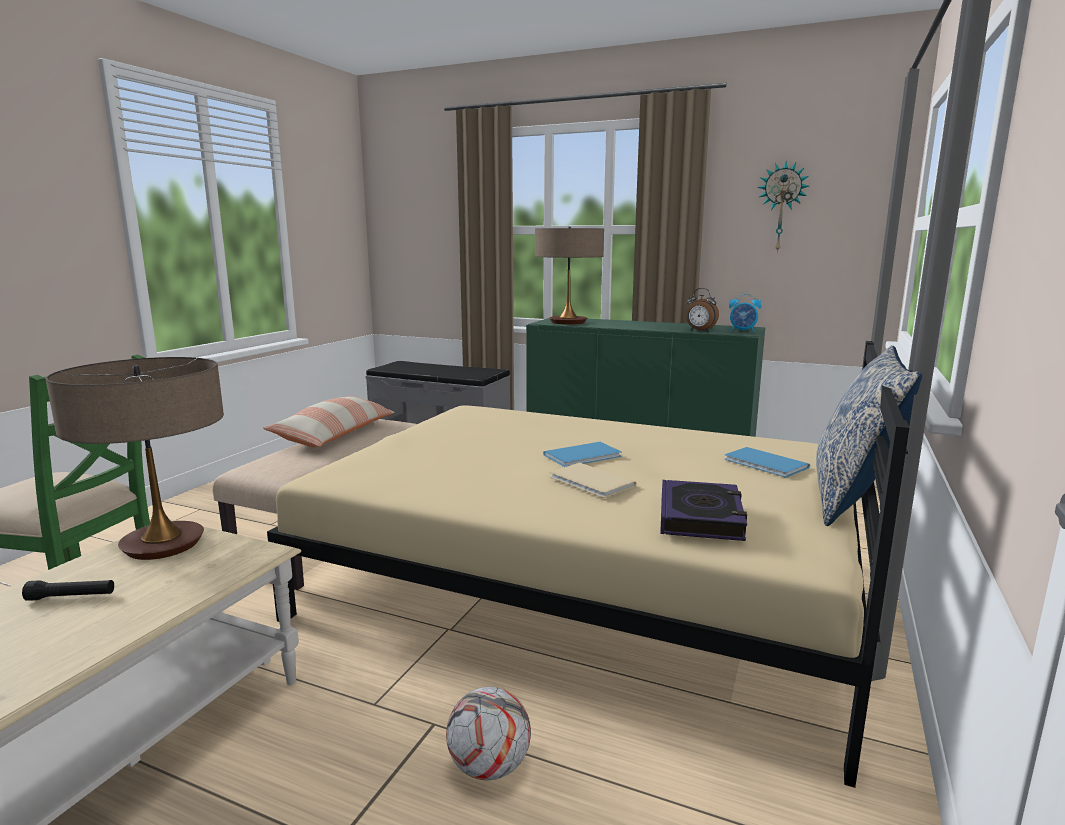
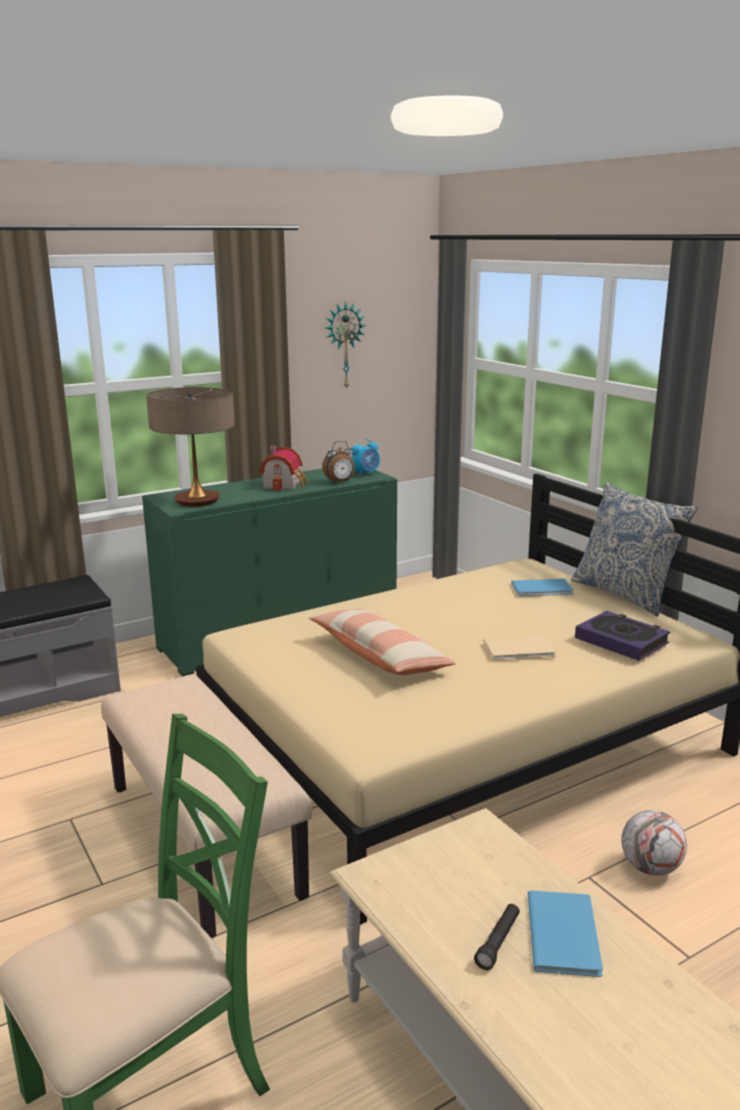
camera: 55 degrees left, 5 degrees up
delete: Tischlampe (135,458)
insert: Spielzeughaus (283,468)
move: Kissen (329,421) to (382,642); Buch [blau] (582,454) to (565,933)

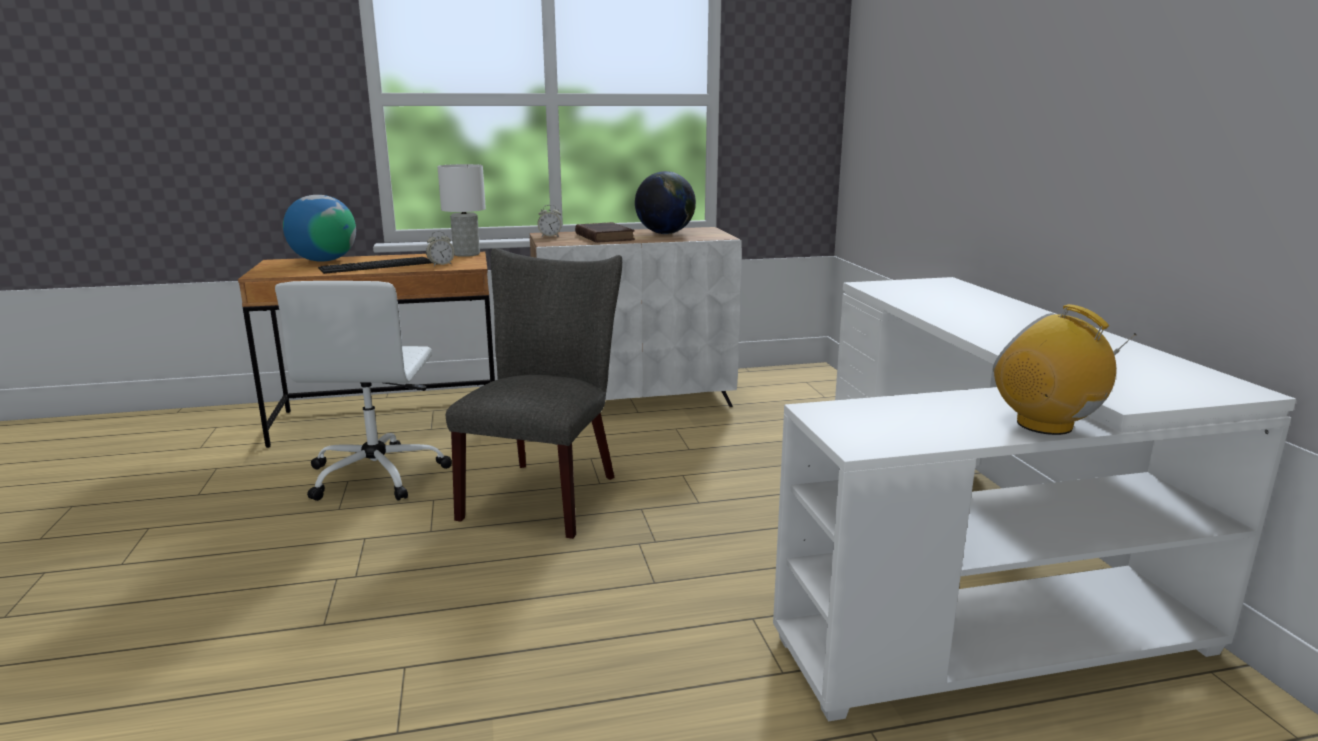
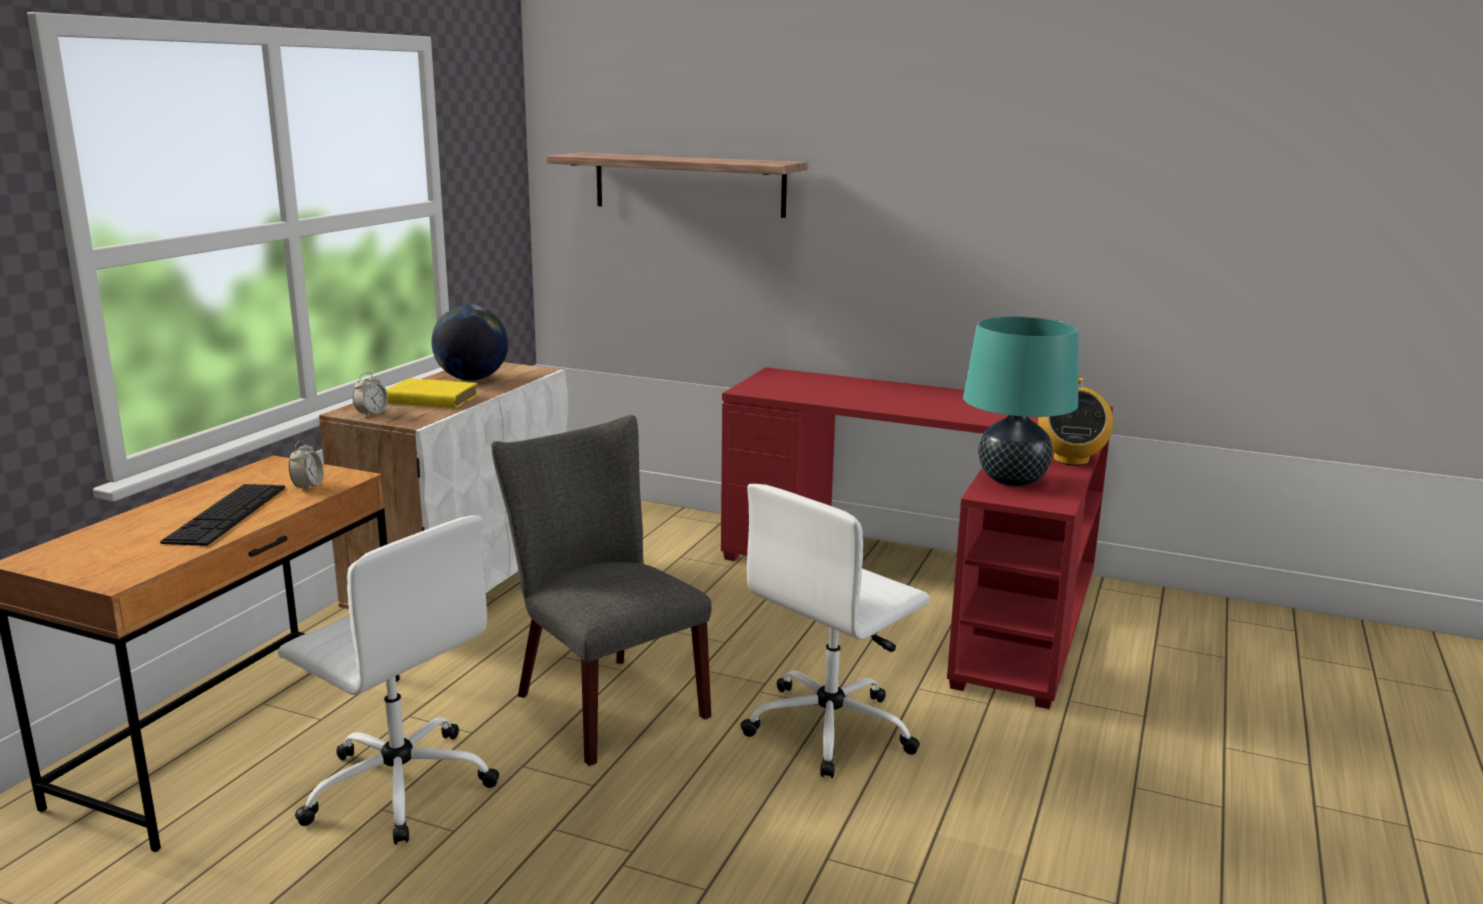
camera: 55 degrees left, 0 degrees up
delete: Globus (319,228); Tischlampe [weiß] (461,210)
insert: Wandregal (676,185); Bürostuhl [weiß] (835,631); Tischlampe [türkis] (1020,401)
recolor: Buch [braun] (605,232) to Buch [gelb] (432,393); Schreibtisch [weiß] (1034,499) to Schreibtisch [rot] (917,538)
rotate: Radio (1064,369) = (1075,422) 75 degrees counterclockwise

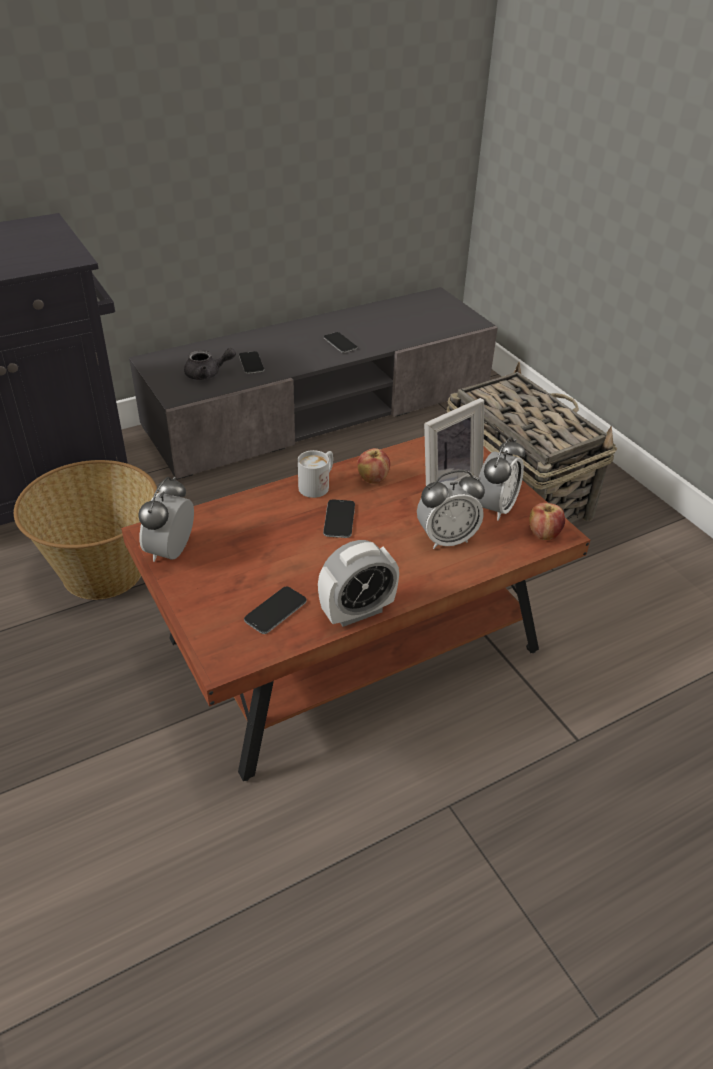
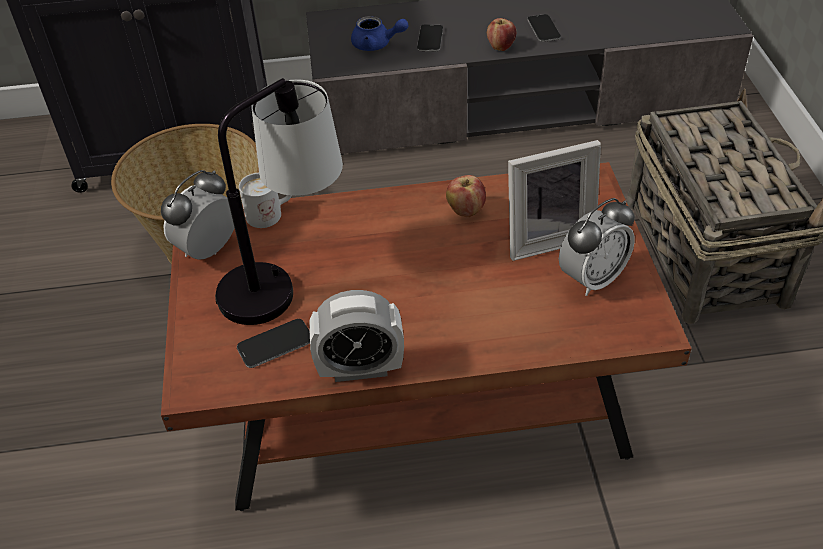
camera: 25 degrees right, 5 degrees up
delete: Handy (339,519); Wecker (451,509)
insert: Tischlampe (279,201)
move: Henkelbecher [weiß] (315,474) to (265,200); Apfel (547,521) to (501,34)
recolor: Teekanne [grau] (210,364) to Teekanne [blau] (379,33)

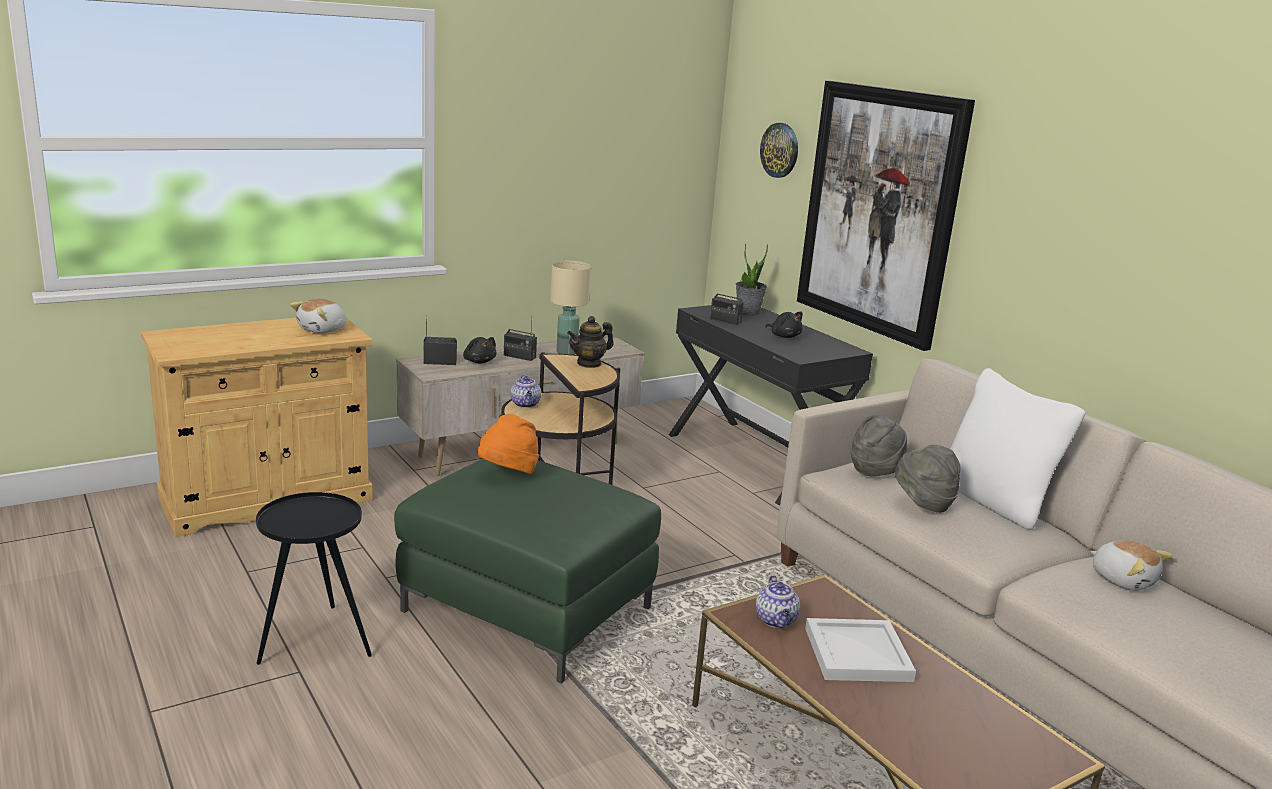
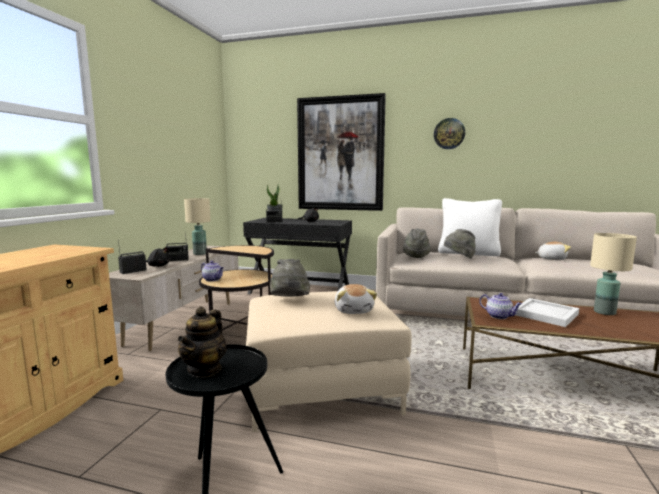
camera: 40 degrees left, 10 degrees down
insert: Tischlampe [beige] (613,274)
move: Plüschtier (318,316) to (356,299); Teekanne (590,342) to (202,342); Wanduhr (779,150) to (449,133)
recolor: Polsterhocker [grün] (527,571) to Polsterhocker [beige] (329,361); Hut [orange] (508,444) to Hut [grau] (290,277)

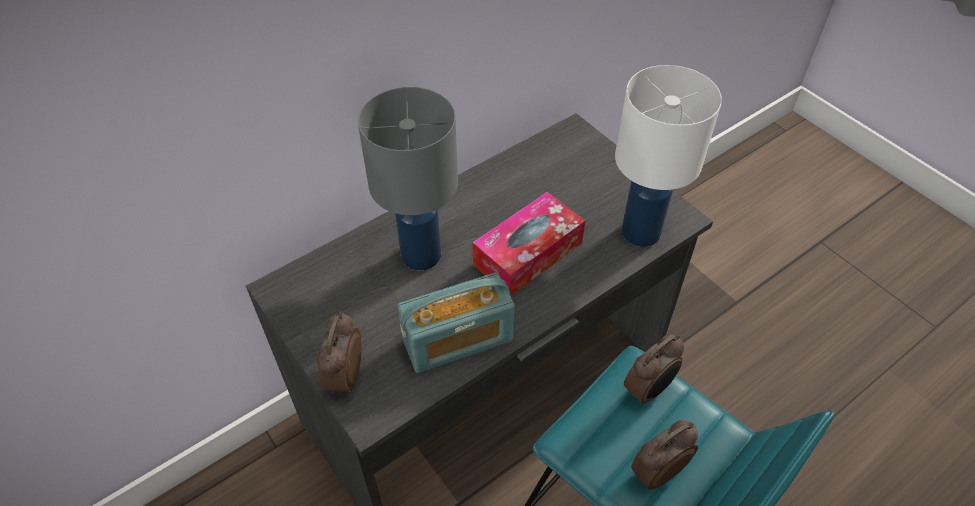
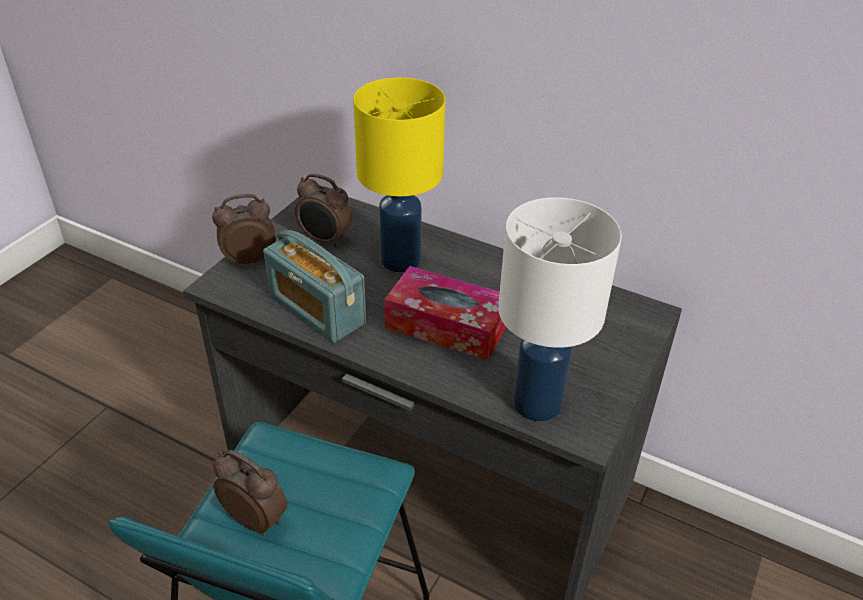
camera: 65 degrees right, 10 degrees down
move: Wecker (654,370) to (323,211)
recolor: Tischlampe [grau] (408,178) to Tischlampe [gelb] (399,174)

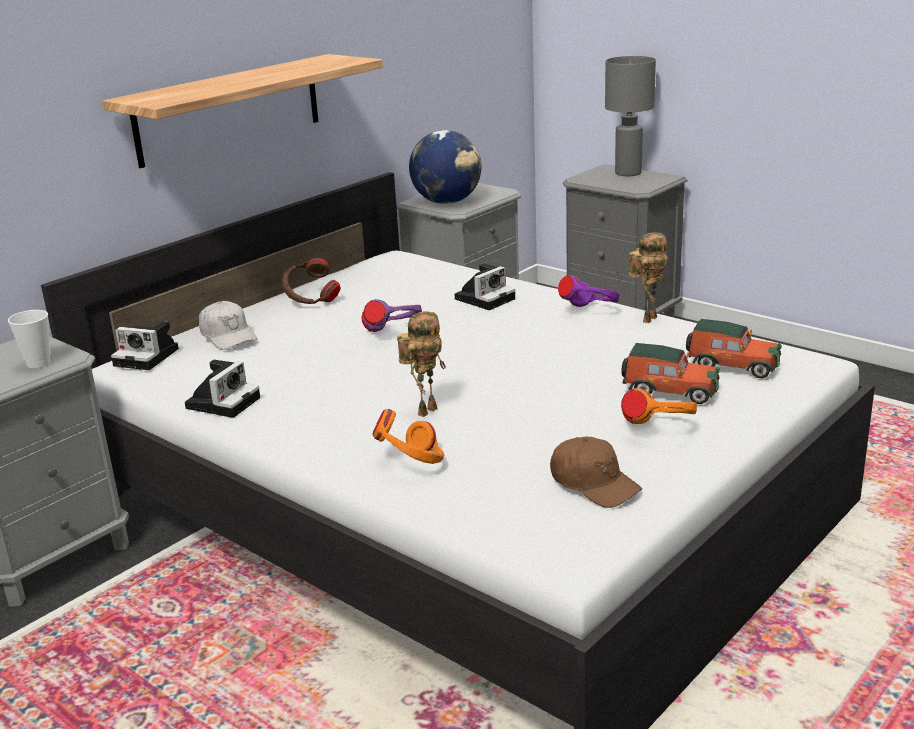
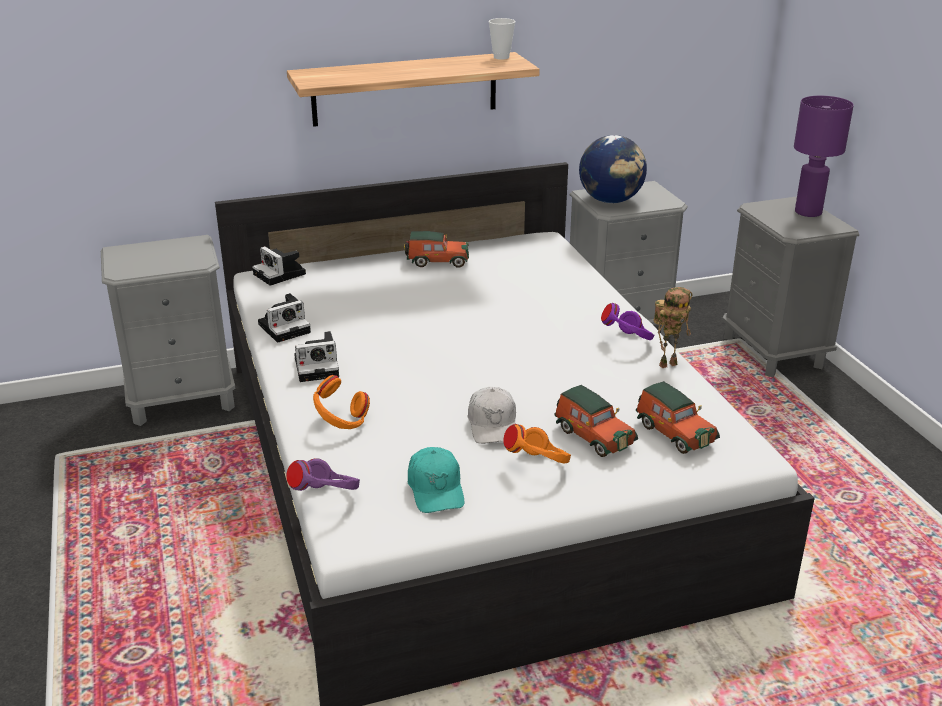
camera: 30 degrees right, 5 degrees up
delete: Spielzeugroboter (421,364)
move: Tasse (29,339) to (502,39); Kappe [weiß] (228,325) to (492,415); Kopfhörer [lila] (392,315) to (323,474); Kamera (485,286) to (316,356)
replace: Kopfhörer [braun] (311,281) to Spielzeugauto (436,249)
recolor: Kappe [braun] (596,472) to Kappe [türkis] (436,480); Tischlampe [grau] (630,116) to Tischlampe [lila] (824,156)

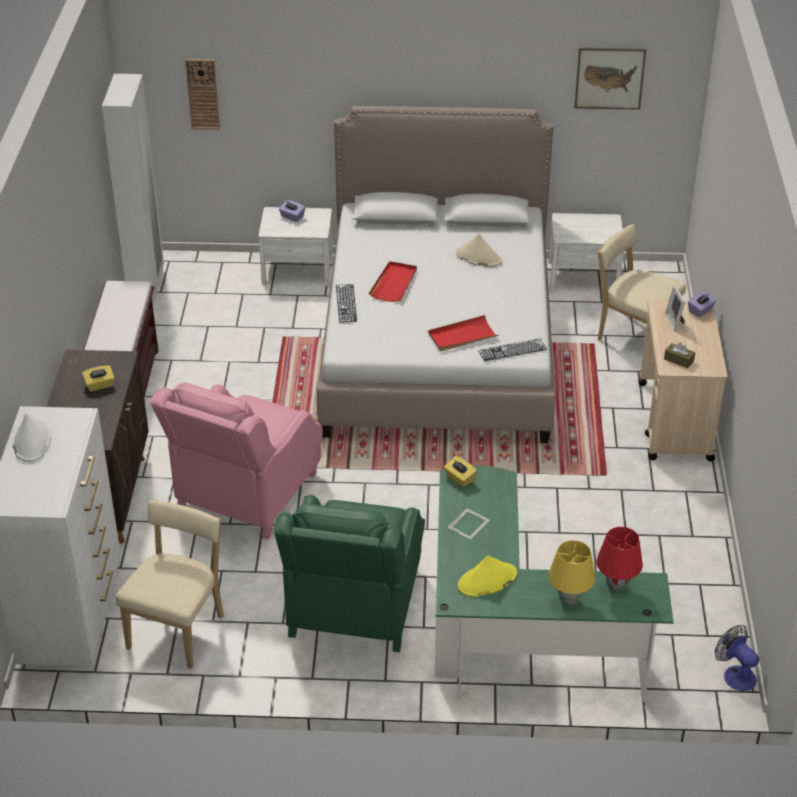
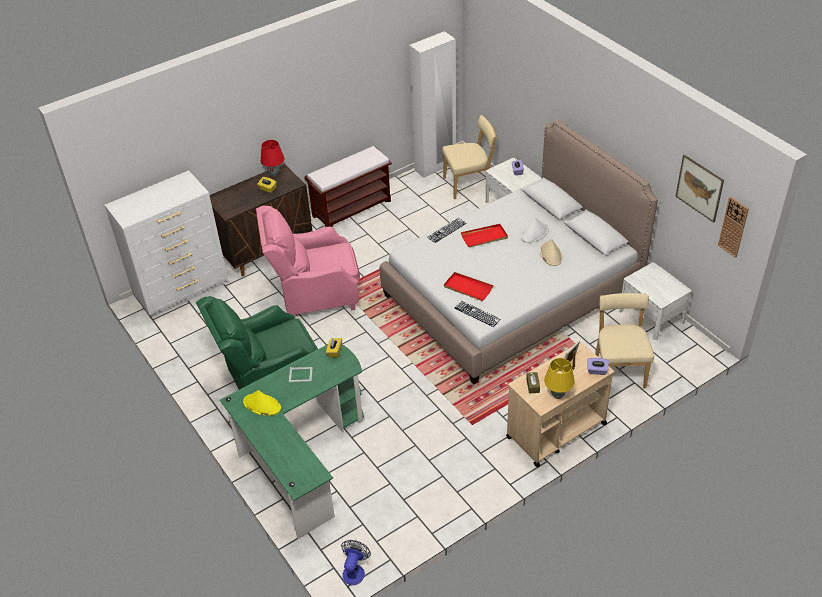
camera: 55 degrees right, 5 degrees up
move: Hut [weiß] (31,437) to (535,230); Stuhl [beige] (170,584) to (469,157); Wanduhr (202,94) to (733,227); Tischlampe [gelb] (571,573) to (559,378); Tischlampe [rot] (619,560) to (272,158)

